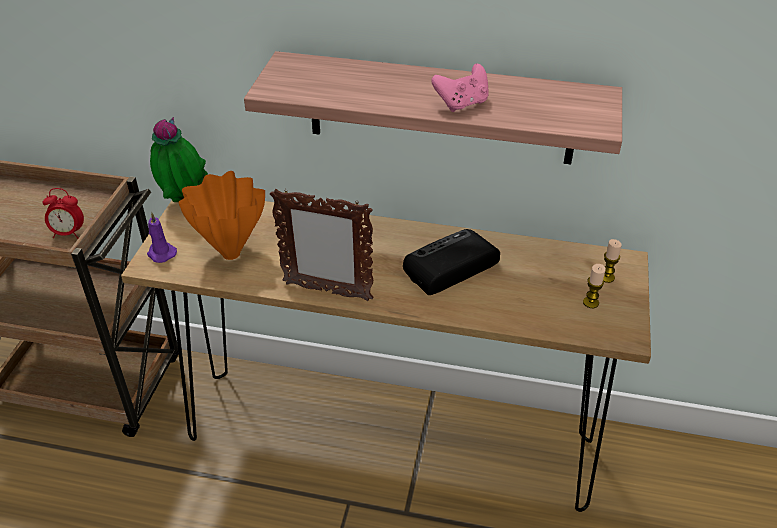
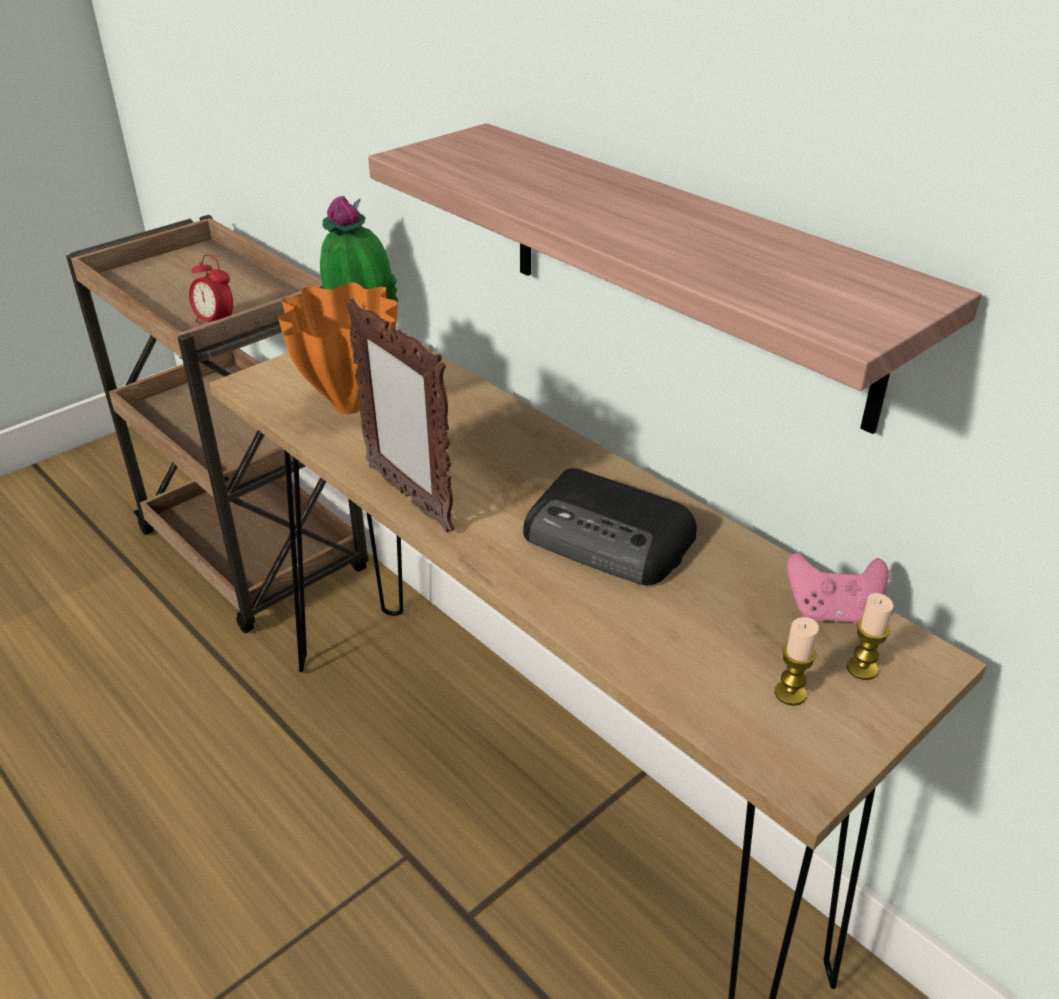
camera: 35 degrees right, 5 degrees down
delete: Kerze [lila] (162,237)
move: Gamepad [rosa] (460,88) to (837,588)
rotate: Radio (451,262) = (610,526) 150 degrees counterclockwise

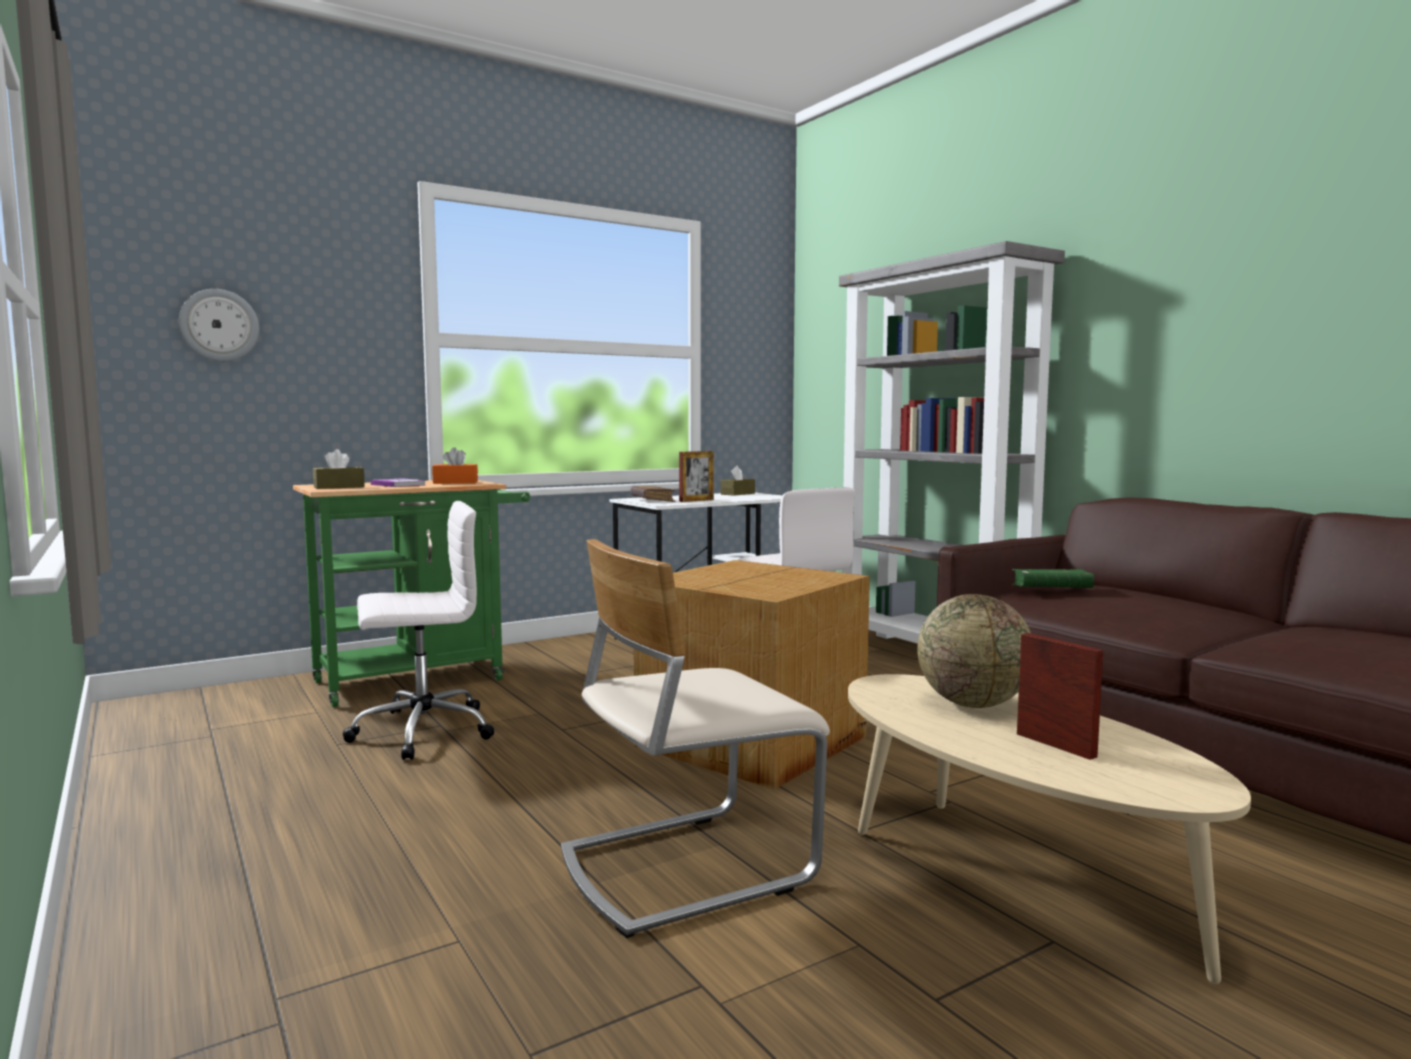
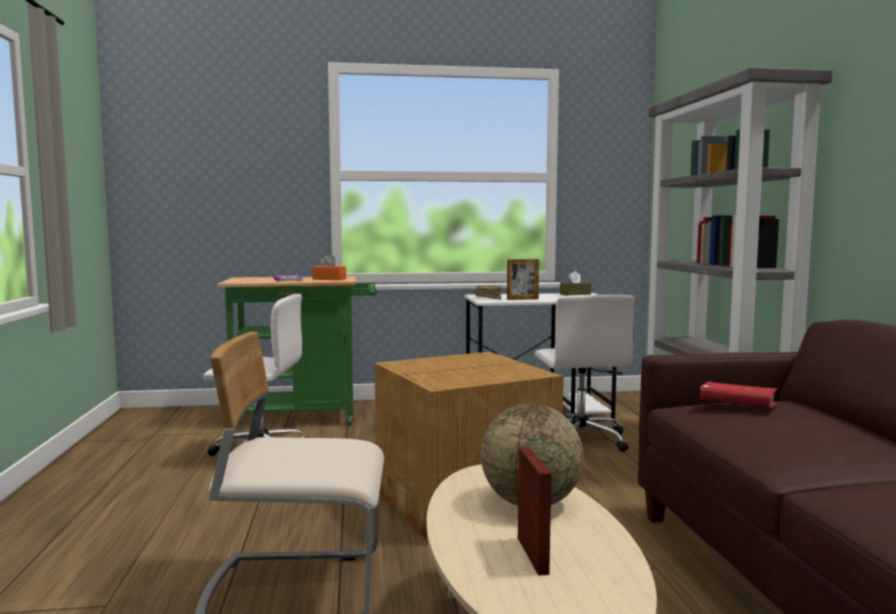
camera: 25 degrees right, 0 degrees up
delete: Wanduhr (219,325); Taschentuchbox [braun] (339,469)
recolor: Buch [grün] (1053,578) to Buch [rot] (738,395)

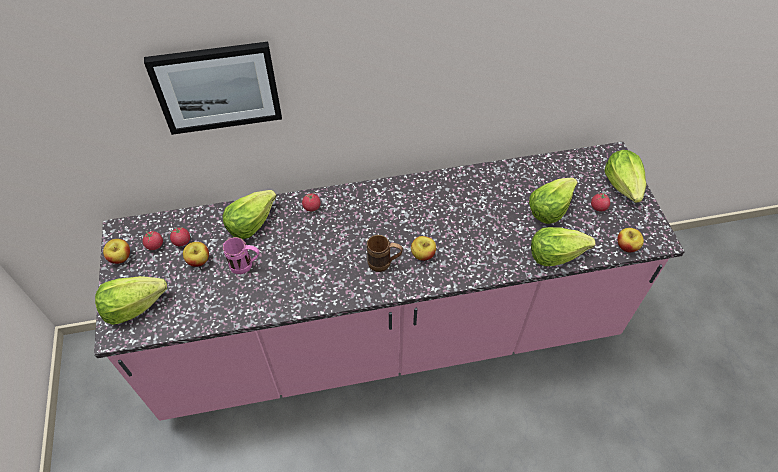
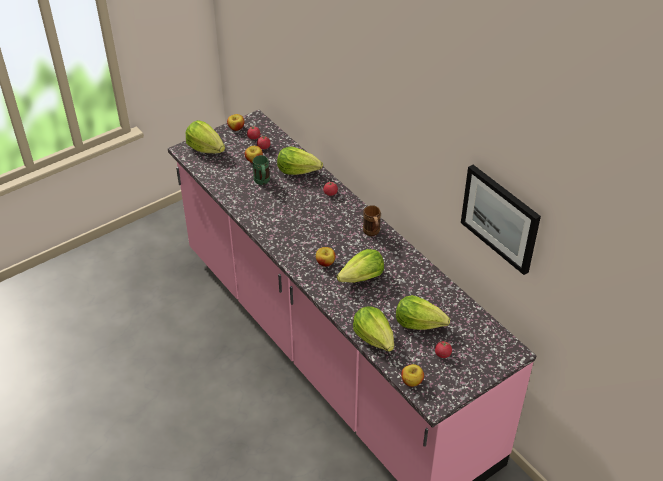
camera: 65 degrees right, 10 degrees down
move: Bild (213,88) to (501,220); Henkelbecher [braun] (385,253) to (372,220); Salatkopf (625,176) to (360,266)
recolor: Henkelbecher [rosa] (241,255) to Henkelbecher [grün] (261,170)

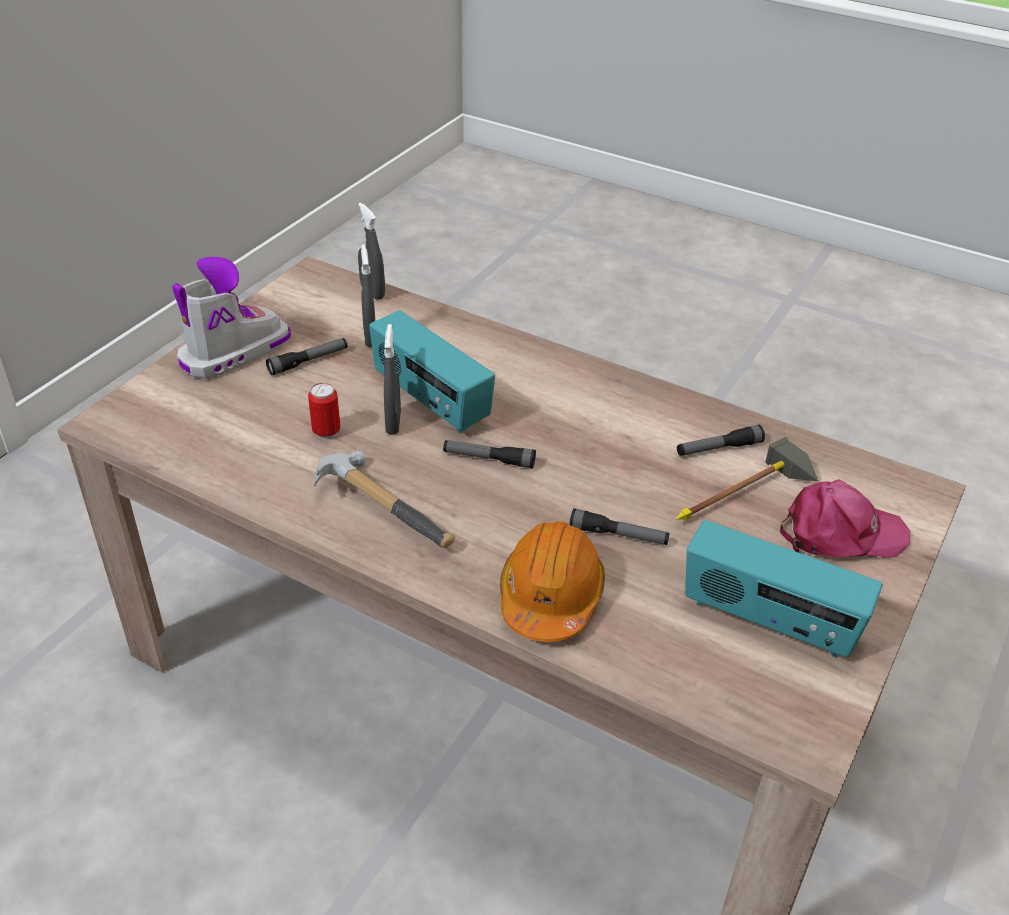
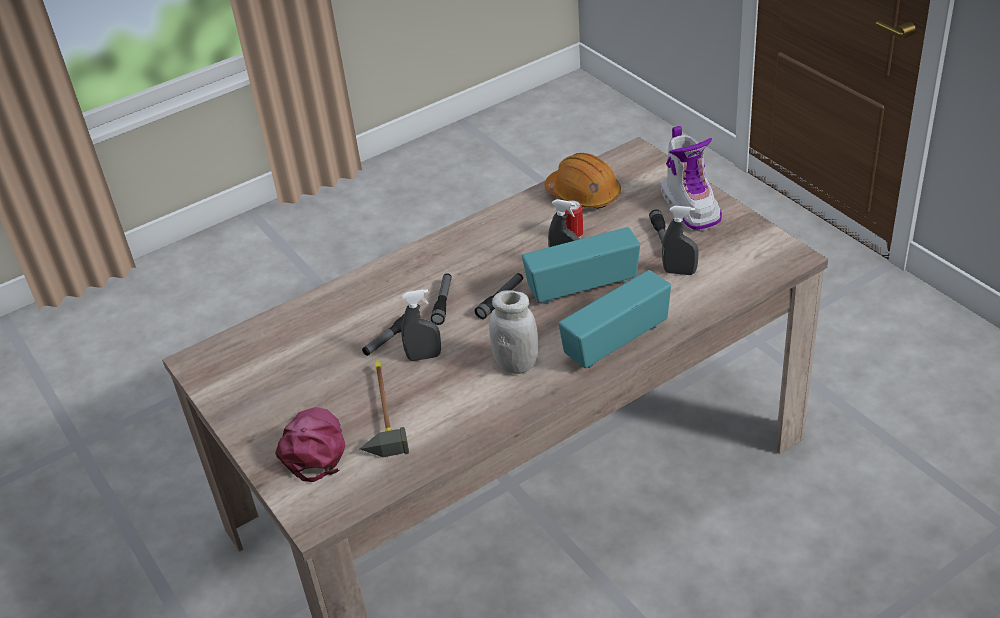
camera: 120 degrees right, 0 degrees up
delete: Hammer (384,499)
insert: Vorratsglas [weiß] (514,332)
move: Sprühflasche [grau] (371,251) to (421,325); Schutzhelm [orange] (552,581) to (583,181); Taschenlampe (721,440) to (441,299); Radio (783,589) to (615,319)
rotate: Kappe [rosa] (845,518) = (310,444) 150 degrees clockwise

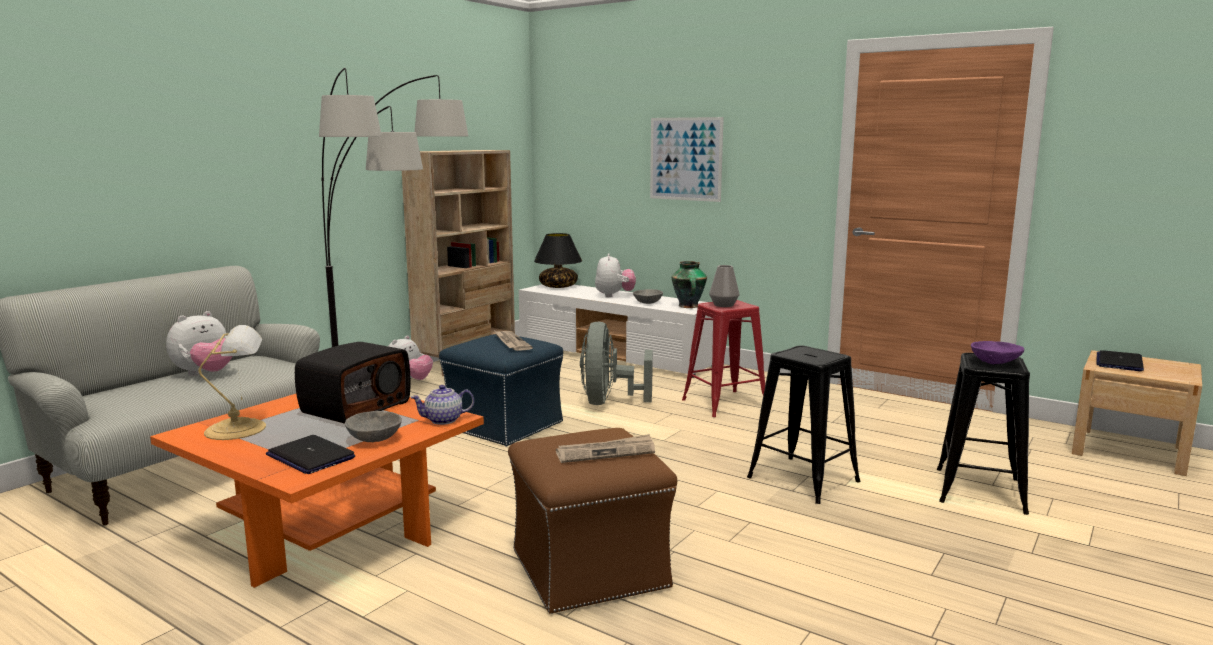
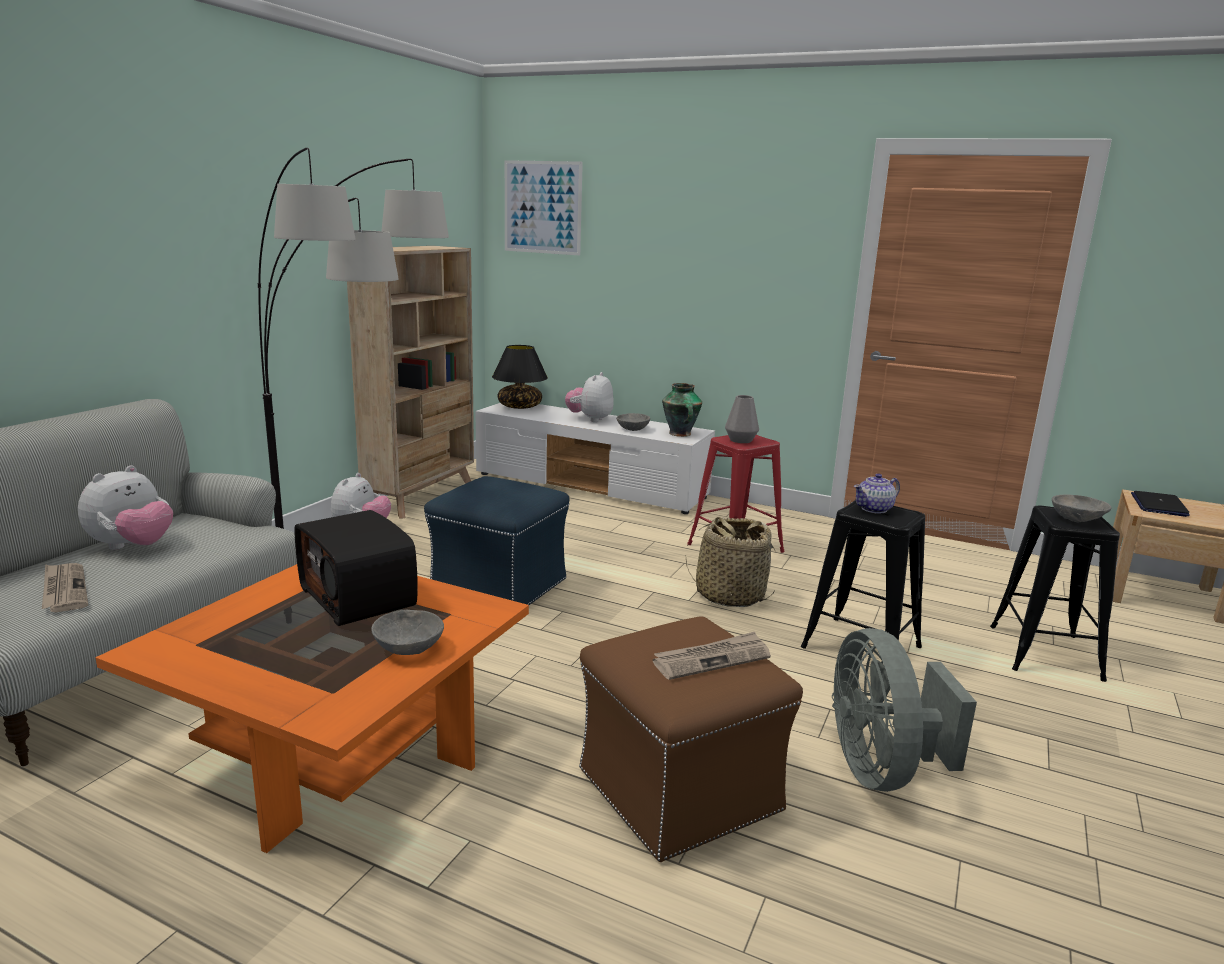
camera: 10 degrees left, 5 degrees up
delete: Tischlampe (232,382); Laptop (310,454)
insert: Korb (731,562)
move: Teekanne (442,405) to (877,494); Zeitung (514,341) to (65,587); Ventilator [grau] (616,363) to (904,710); Bild (687,159) to (544,208)
recolor: Schüssel [lila] (997,352) to Schüssel [grau] (1082,508)
rotate: Radio (352,383) = (356,568) 120 degrees clockwise; Plüschtier (615,275) = (589,397) 150 degrees counterclockwise

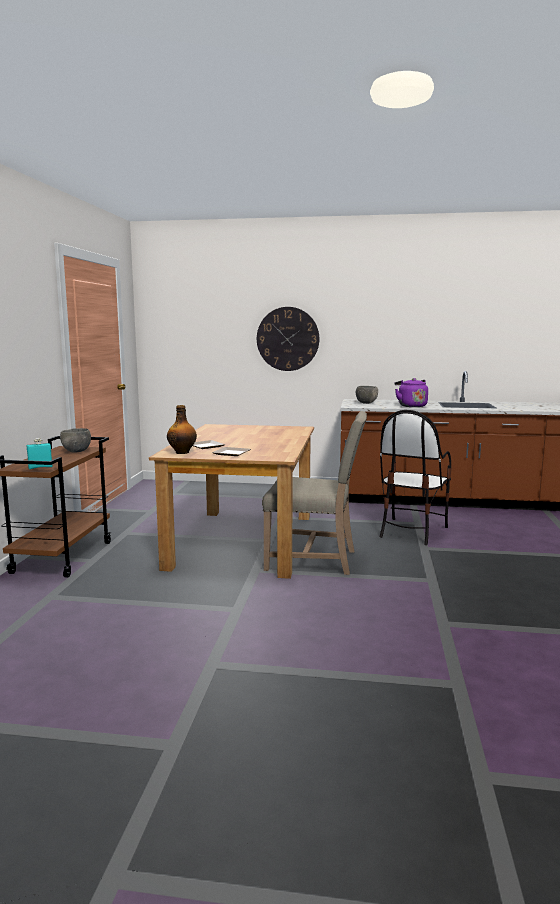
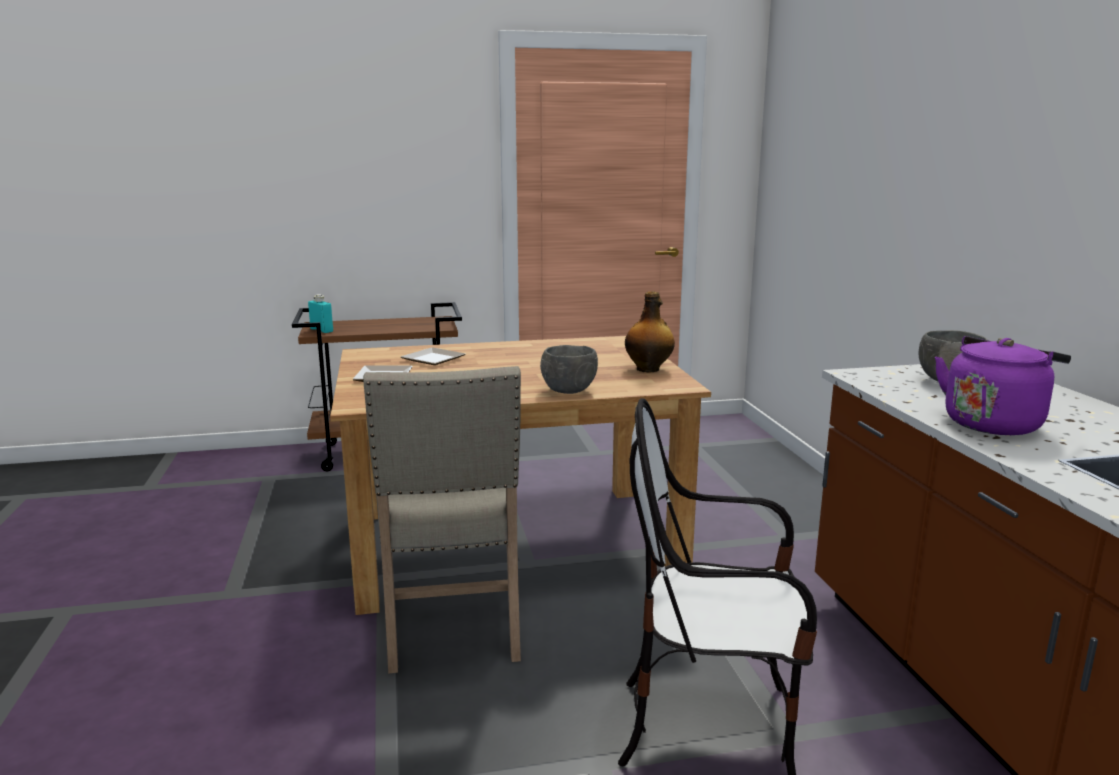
camera: 70 degrees right, 5 degrees up
delete: Wanduhr (288,339)
move: Schüssel [grau] (75,440) to (569,369); Flasche (182,429) to (650,331)

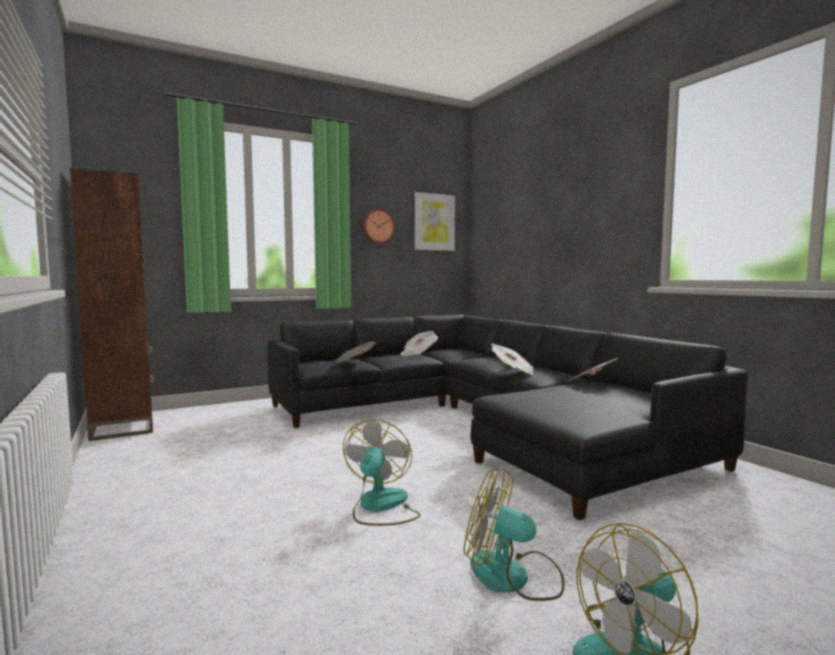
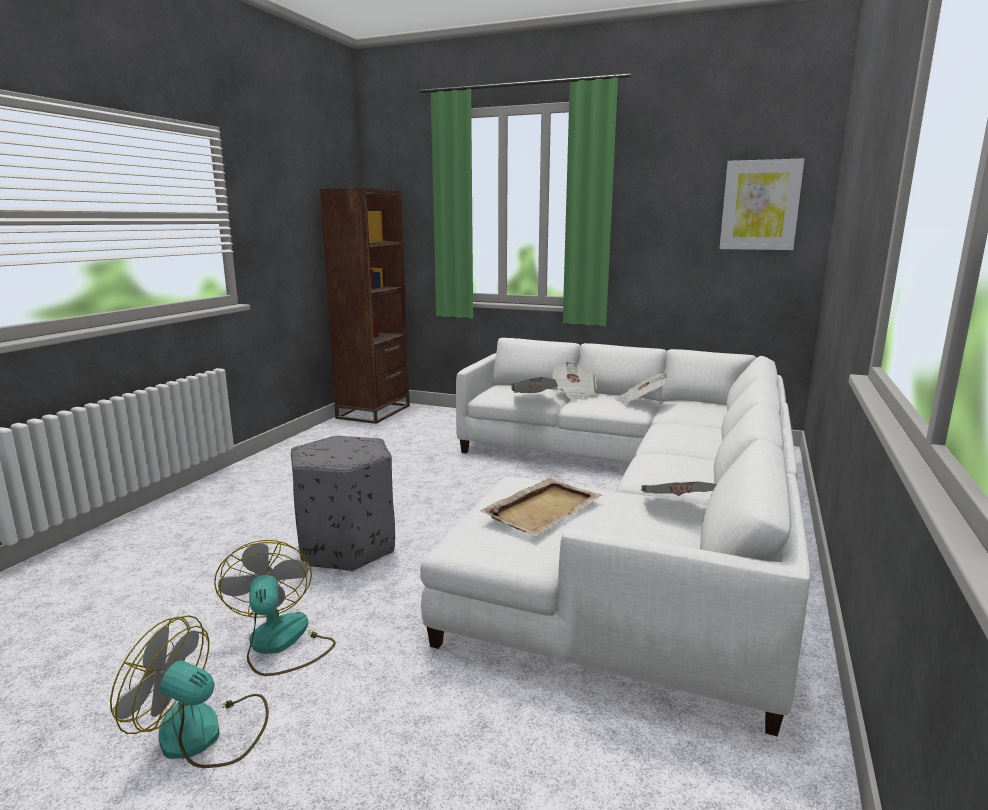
camera: 50 degrees right, 10 degrees up
delete: Wanduhr (379,226)
insert: Tablett [beige] (541,507)
move: Zeitung (512,359) to (574,381)
replace: Ventilator (381,473) to Polsterhocker [grau] (343,504)
recolor: Sofa [schwarz] (507,417) to Sofa [weiß] (615,537)

